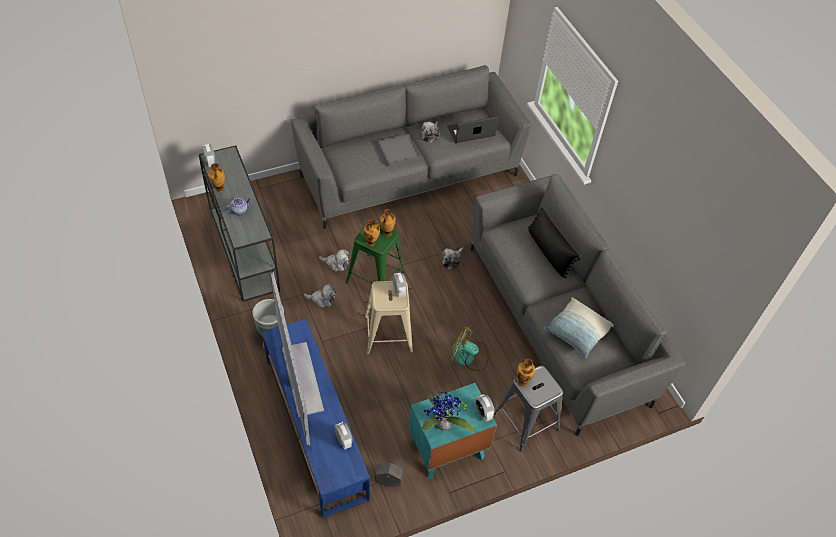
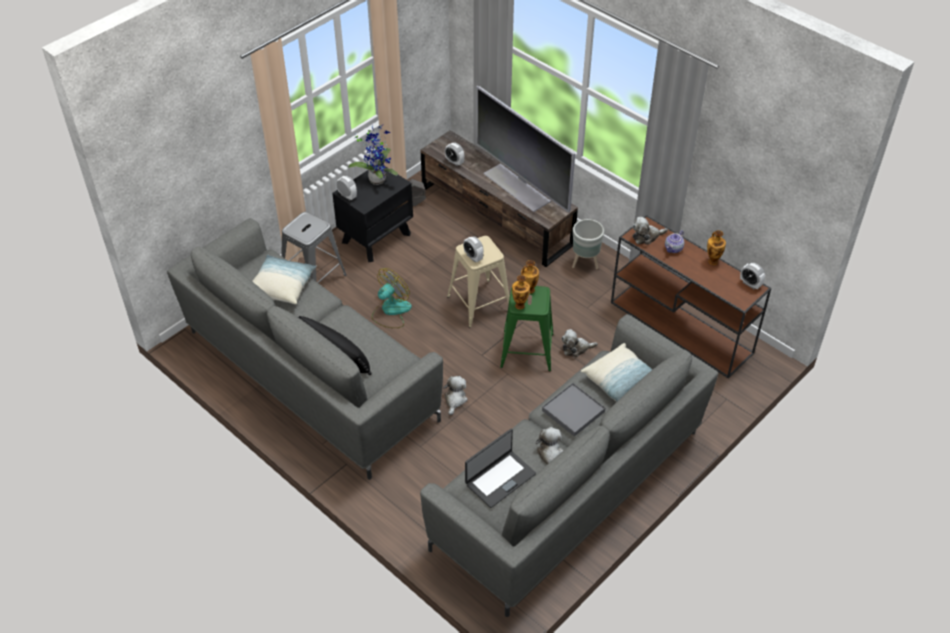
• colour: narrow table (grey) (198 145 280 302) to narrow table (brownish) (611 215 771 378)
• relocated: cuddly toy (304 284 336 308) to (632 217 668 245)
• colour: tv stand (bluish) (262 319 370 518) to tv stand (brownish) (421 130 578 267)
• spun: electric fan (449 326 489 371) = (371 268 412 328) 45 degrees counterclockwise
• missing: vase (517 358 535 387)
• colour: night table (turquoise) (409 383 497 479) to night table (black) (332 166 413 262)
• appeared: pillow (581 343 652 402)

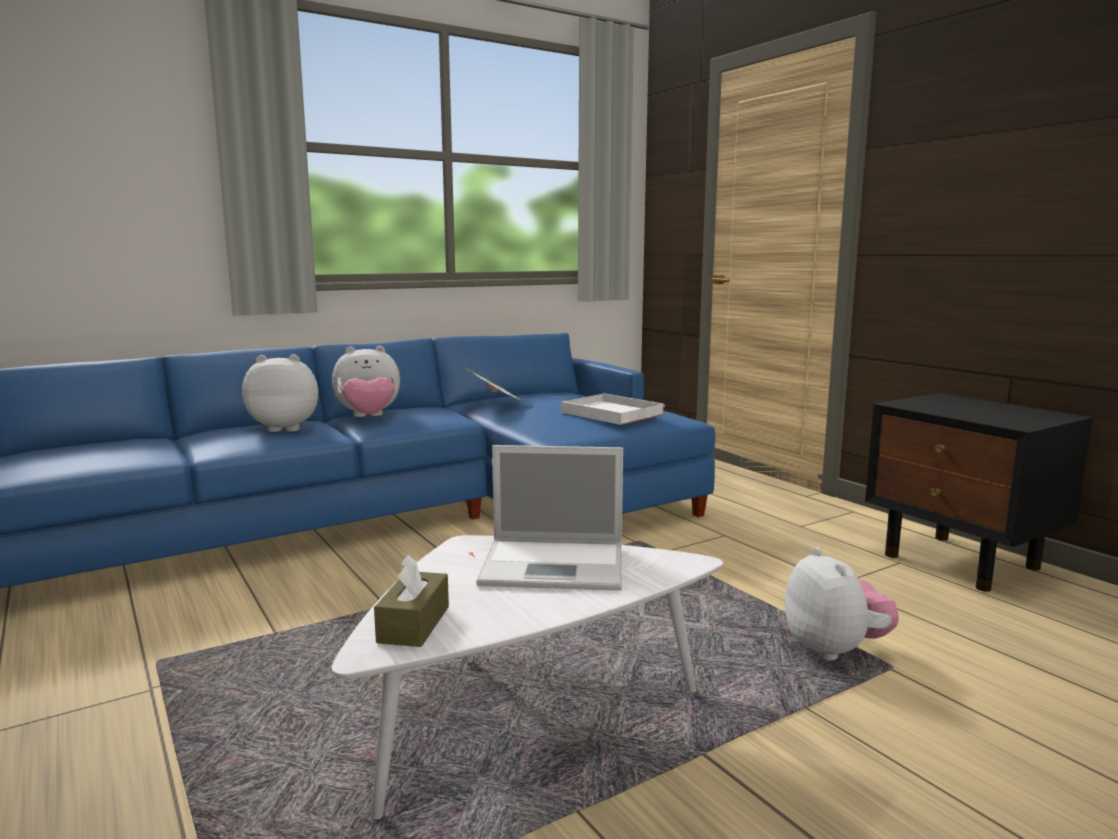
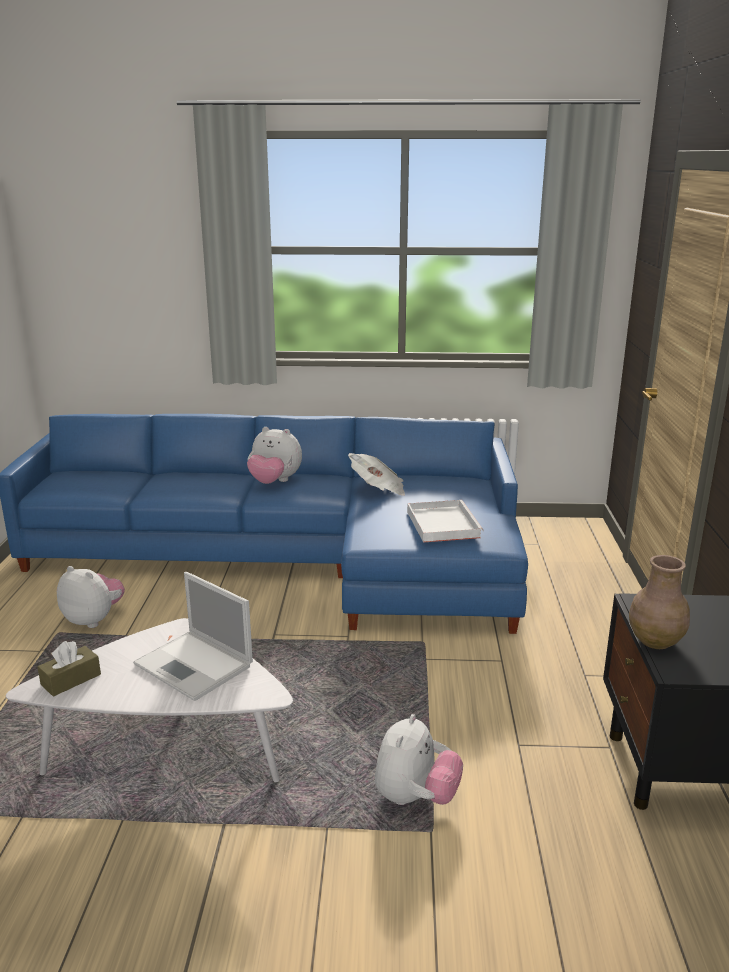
• relocated: cuddly toy (242 354 318 432) to (57 566 125 628)
• appeared: vase (brownish) (629 555 690 649)

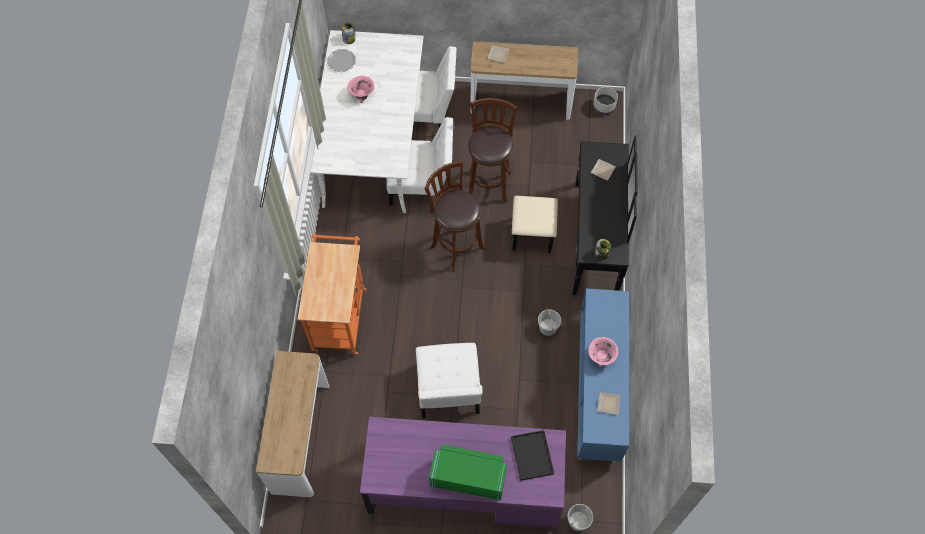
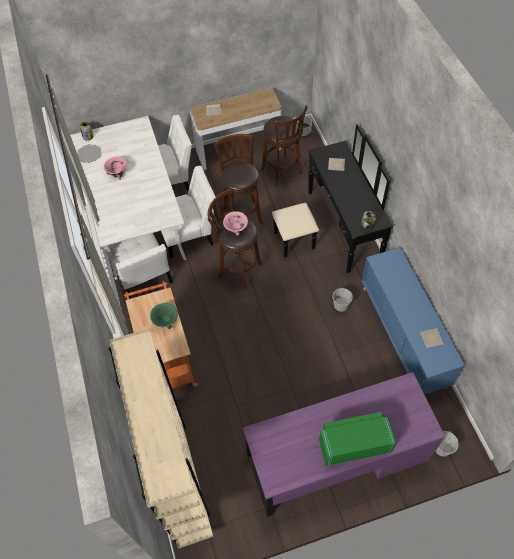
• relocated: deep dish (pink-coloured) (588 337 618 367) to (223 211 248 236)
• relocated: plain chair (white) (416 343 482 418) to (108 233 173 299)
• exchanged: narrow table (256 351 329 497) to shelving unit (beige) (108 328 214 549)
• missing: tray (black) (511 430 554 481)
• appeared: stool seat (brownish) (261 105 308 188)
• appeared: deep dish (green-coloured) (150 303 178 329)

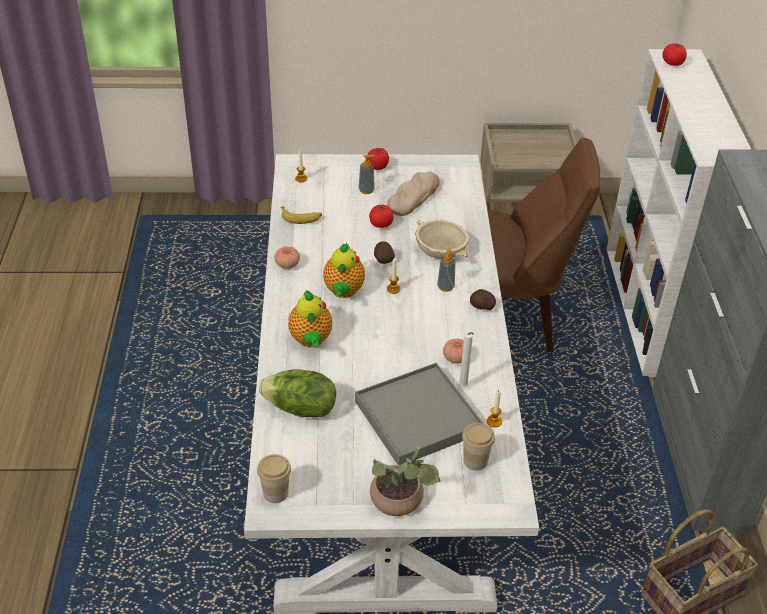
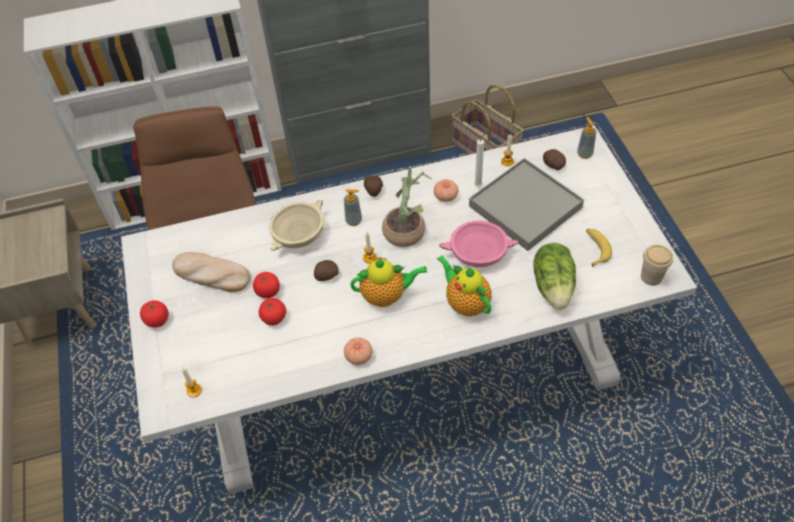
• relocated: whole tomato (663 43 687 66) to (259 298 286 326)
• relocated: soap dispenser (359 155 375 194) to (577 117 596 159)
• relocated: whole banana (281 206 322 224) to (586 229 612 267)
• spun: teapot (288 289 332 347) = (437 255 491 316) 105 degrees counterclockwise
• exchanged: small cup (462 423 495 471) to potato (543 149 566 170)
• relocated: houseplant (370 446 441 516) to (382 166 432 247)
• appeared: deep dish (pink-coloured) (439 221 519 267)

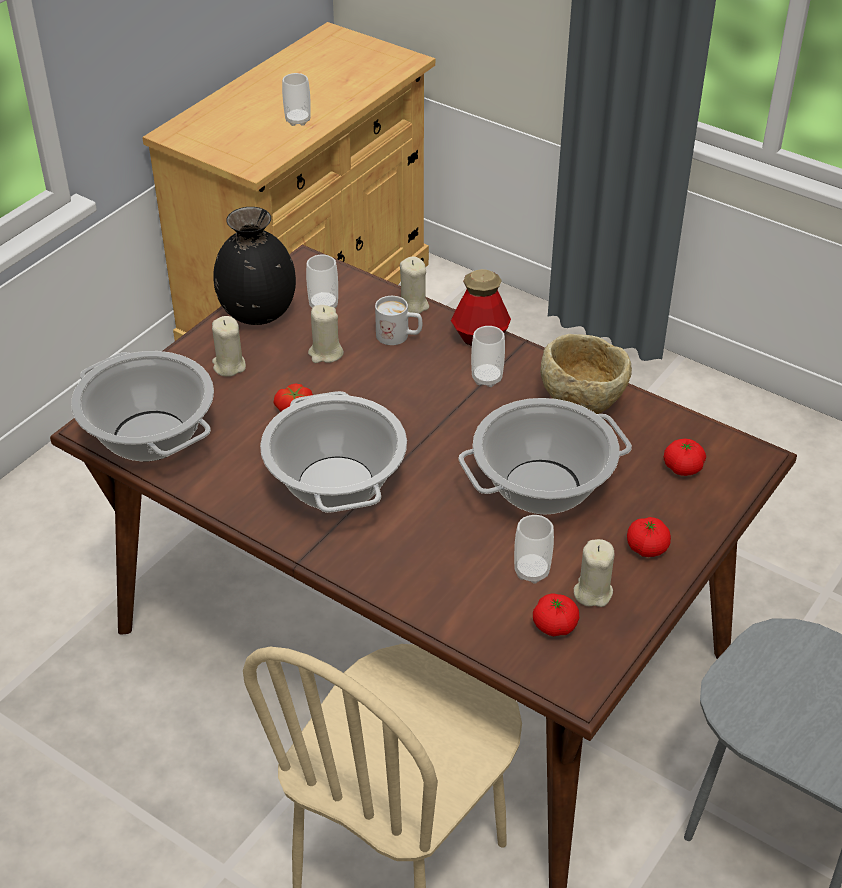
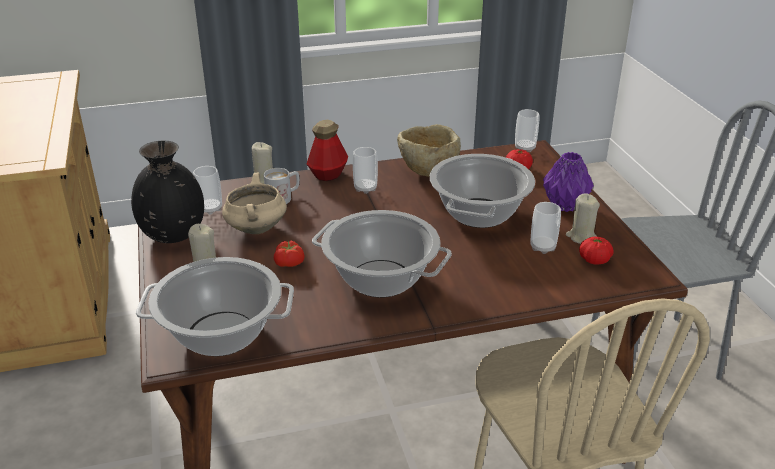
• relocated: small cup (282 73 311 126) to (515 109 539 152)
• exchanged: candle (beige) (308 305 344 363) to stockpot (beige) (222 173 287 234)
• exchanged: whole tomato (627 517 671 557) to vase (purple) (543 152 594 212)

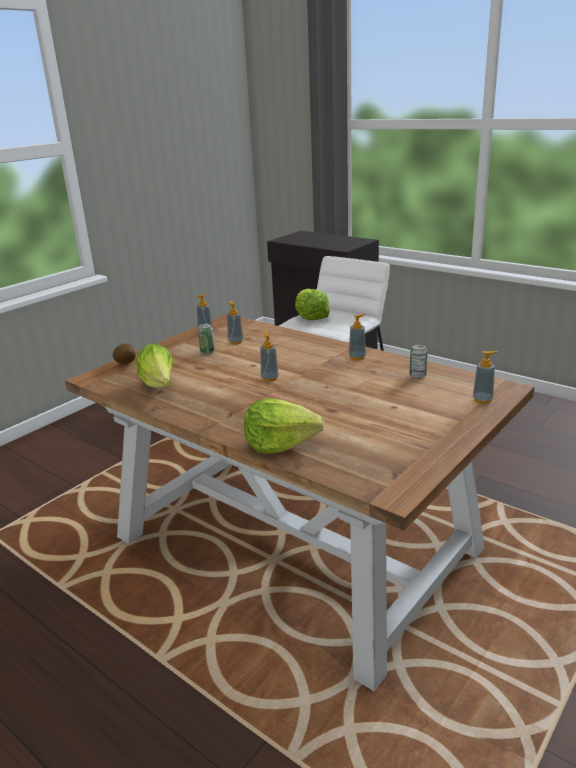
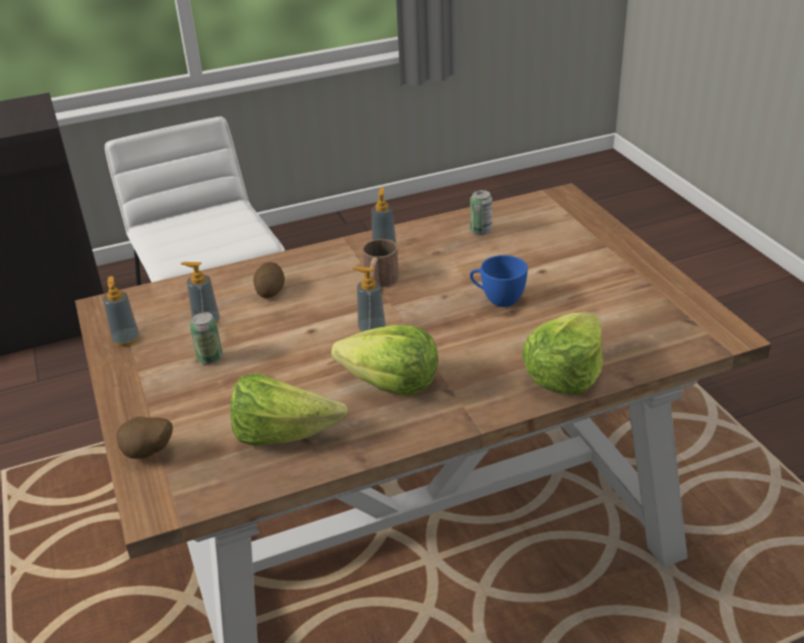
• relocated: lettuce (295 289 330 320) to (331 325 438 396)
• missing: soap dispenser (473 351 498 404)
• appeared: coffee mug (brownish) (362 239 399 287)
• appeared: small cup (bluish) (470 255 528 307)
• appeared: potato (253 262 285 298)

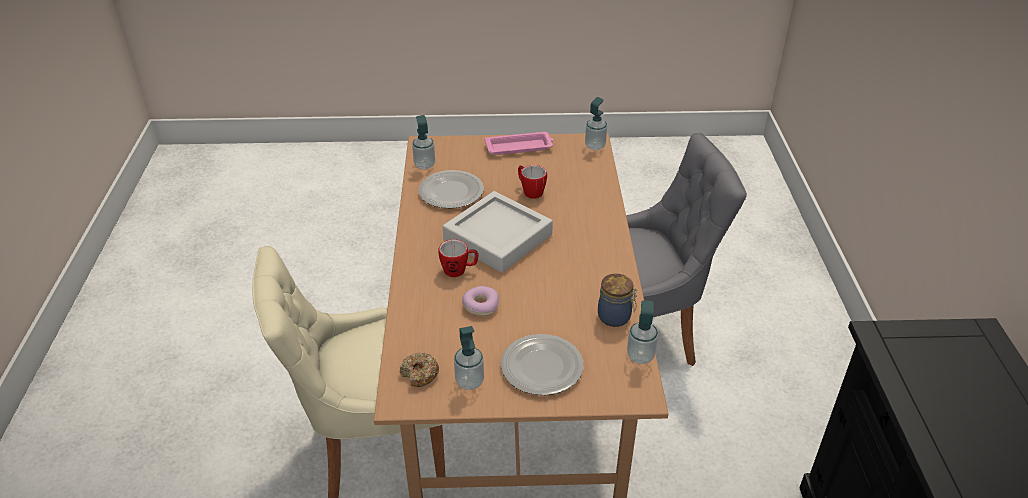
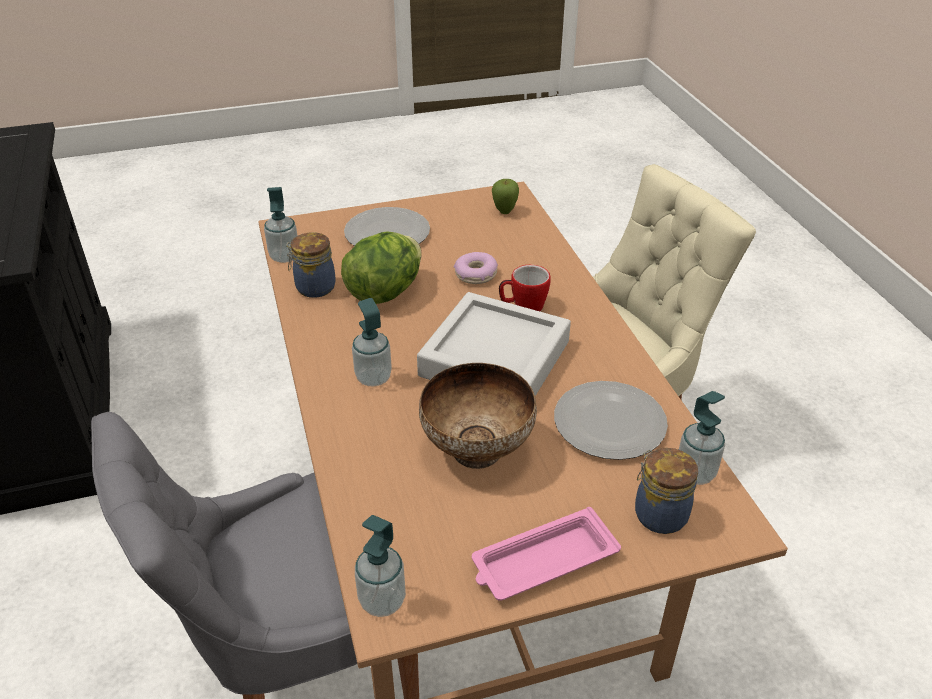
• exchanged: coffee mug (518 165 547 199) to deep dish (419 363 537 469)
• relocated: soap dispenser (454 326 484 390) to (352 298 392 386)
• exchanged: ring doughnut (400 353 439 387) to apple fruit (492 179 519 214)
• appeared: lettuce (341 231 422 304)
• appeared: preserve jar (635 448 698 534)

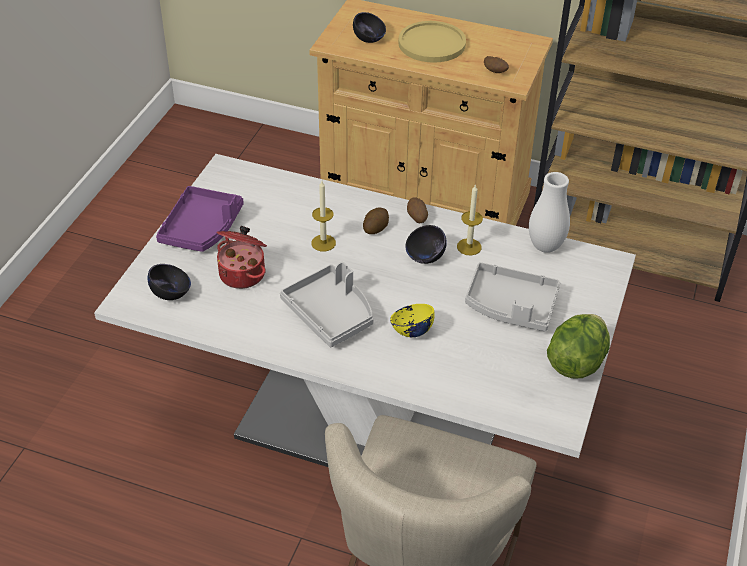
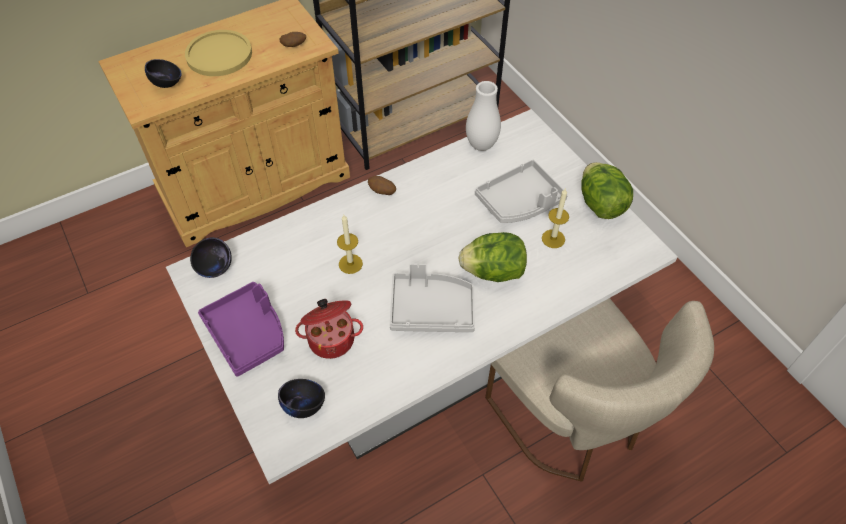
• relocated: candle (457 184 483 255) to (542 188 569 248)
• missing: potato (363 207 389 234)
• relocated: deep dish (black) (405 225 447 264) to (190 237 232 278)
• exchanged: deep dish (yellowish) (390 304 435 337) to lettuce (458 232 527 282)

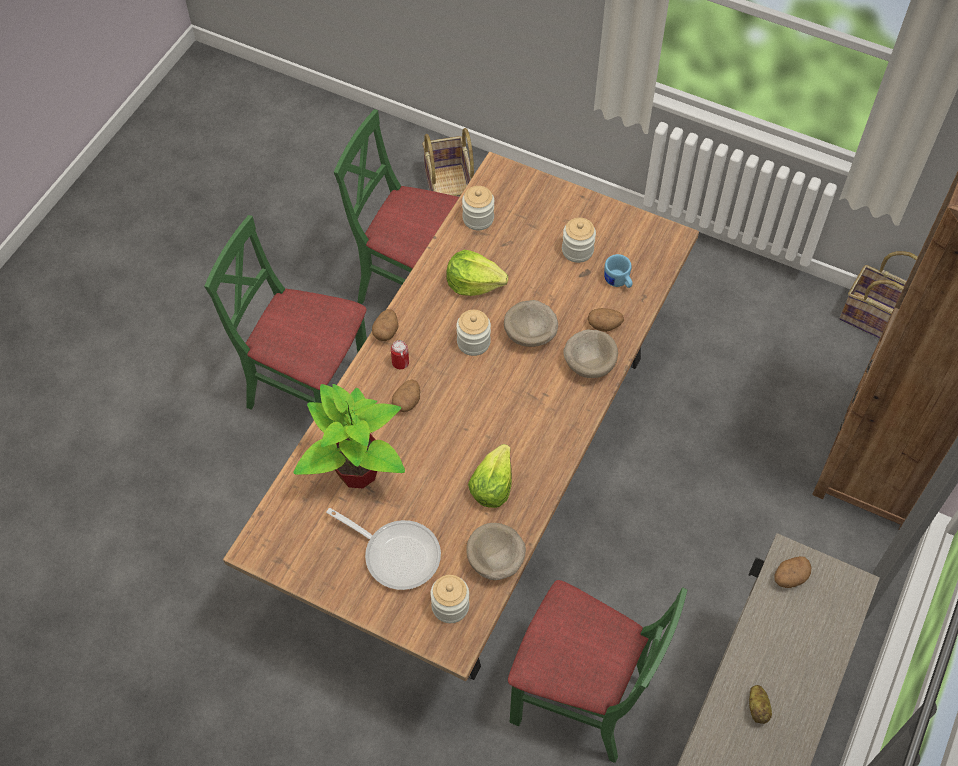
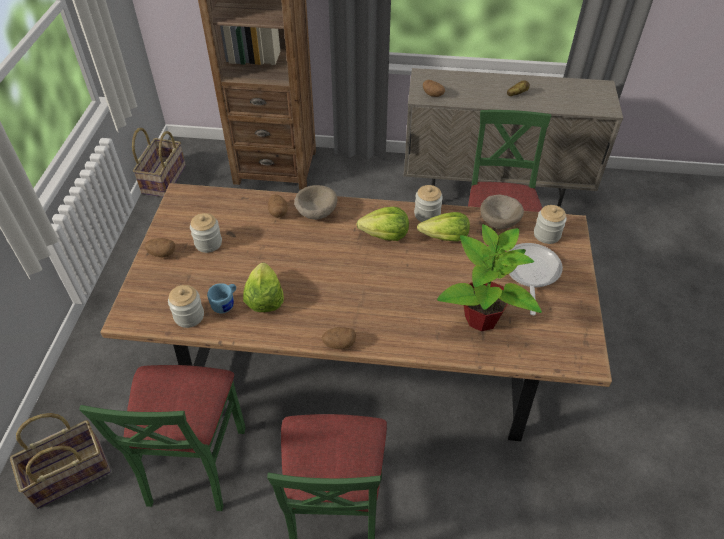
• relocated: coffee mug (bluish) (604 254 633 288) to (207 283 236 313)
• missing: deep dish (beige) (504 300 558 347)
• relocated: preserve jar (456 310 491 356) to (414 185 443 222)
• missing: can (391 340 409 369)
• relocated: potato (392 379 420 412) to (145 238 175 257)
• appeared: lettuce (356 207 409 241)

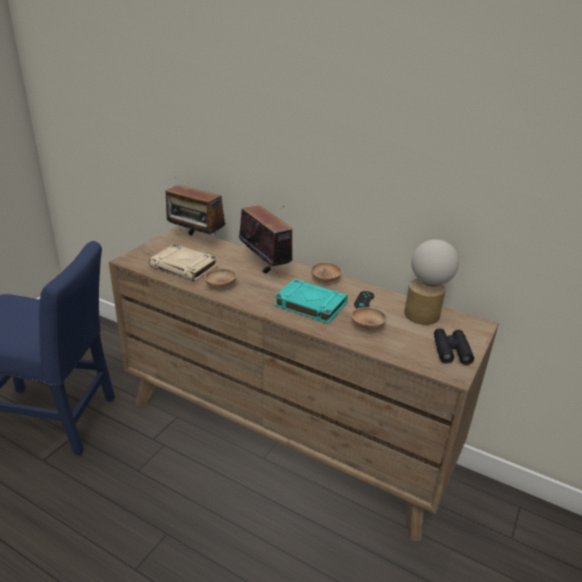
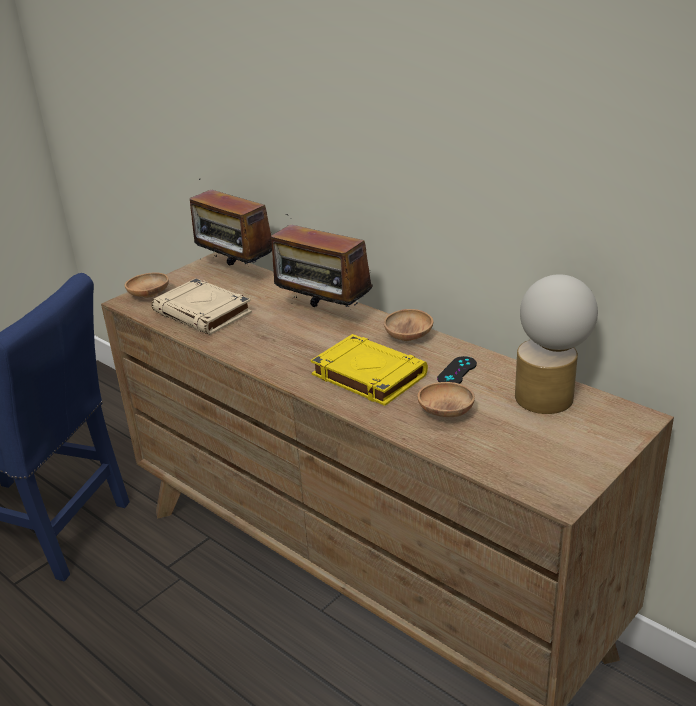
• spun: radio (239 206 293 277) = (271 214 373 307) 150 degrees clockwise
• relocated: deep dish (brownish) (204 269 237 288) to (125 272 169 298)
• colour: bound book (turquoise) (274 279 348 324) to bound book (yellowish) (311 334 428 406)
• missing: field glasses (black) (434 328 474 365)

